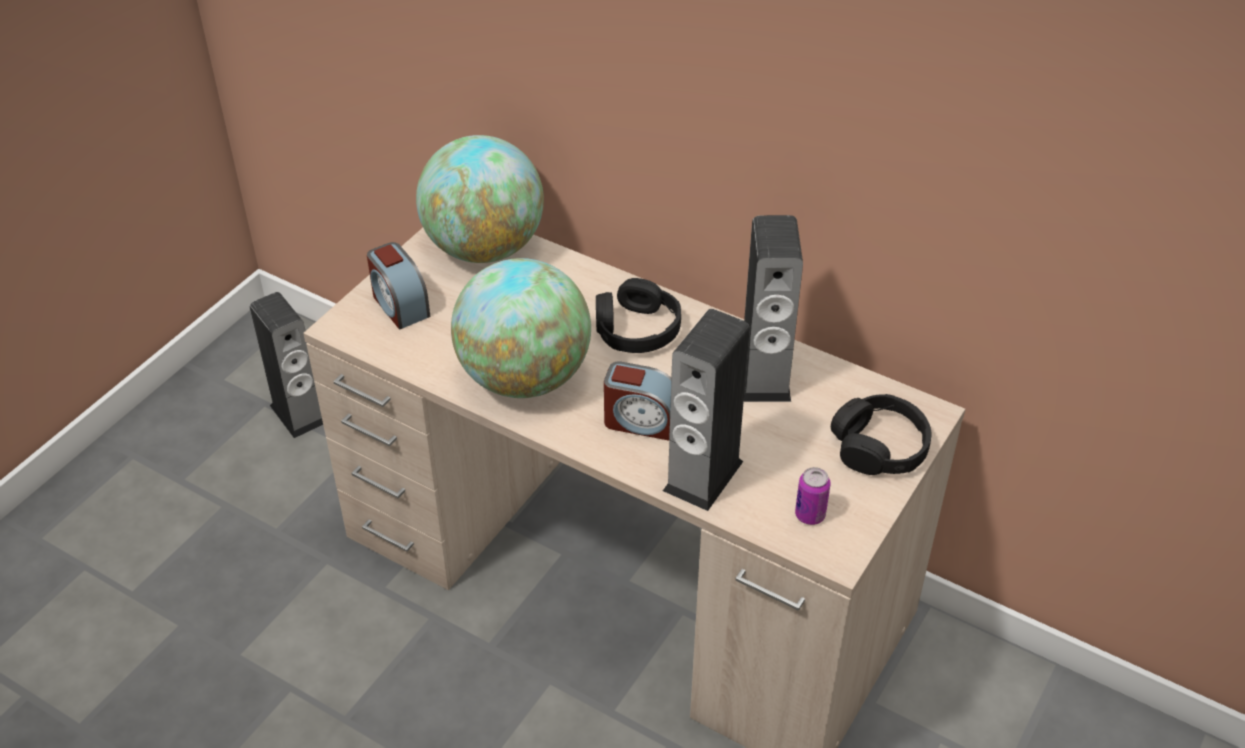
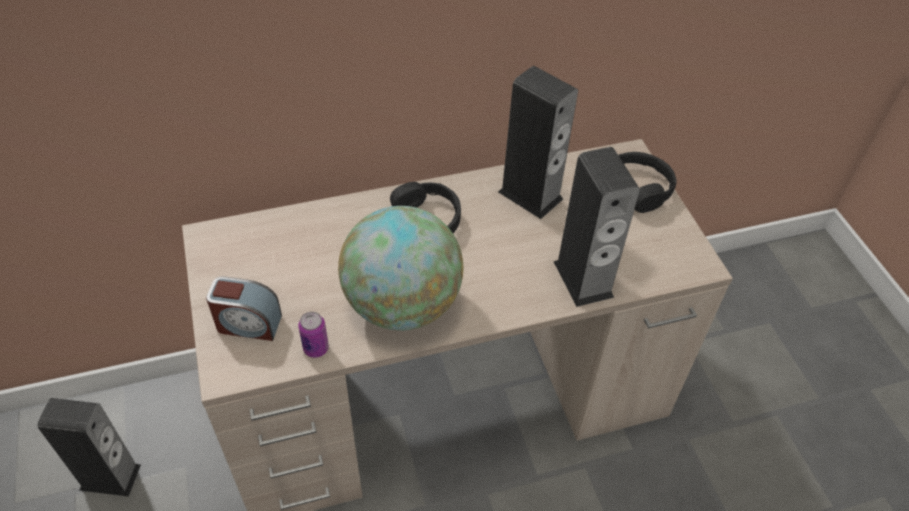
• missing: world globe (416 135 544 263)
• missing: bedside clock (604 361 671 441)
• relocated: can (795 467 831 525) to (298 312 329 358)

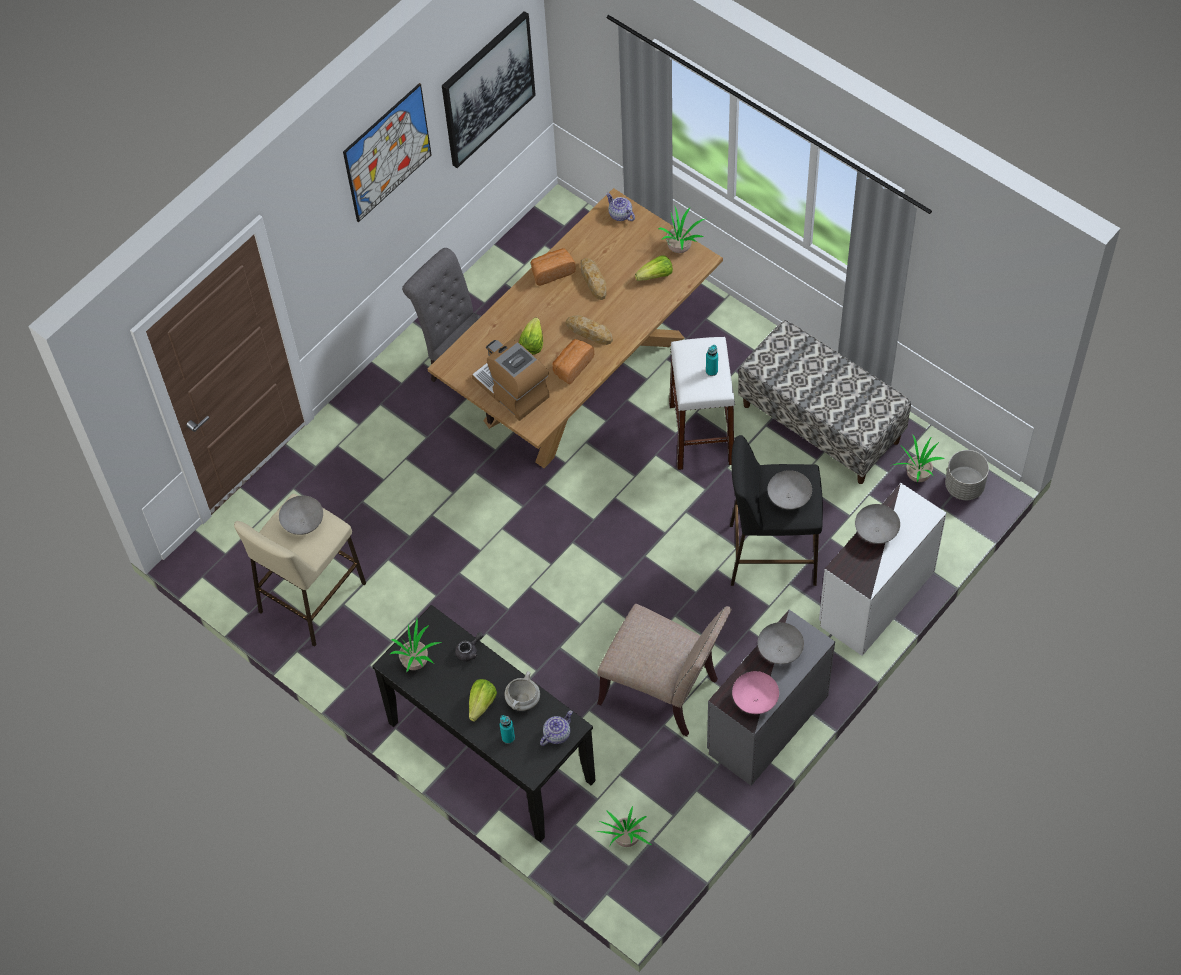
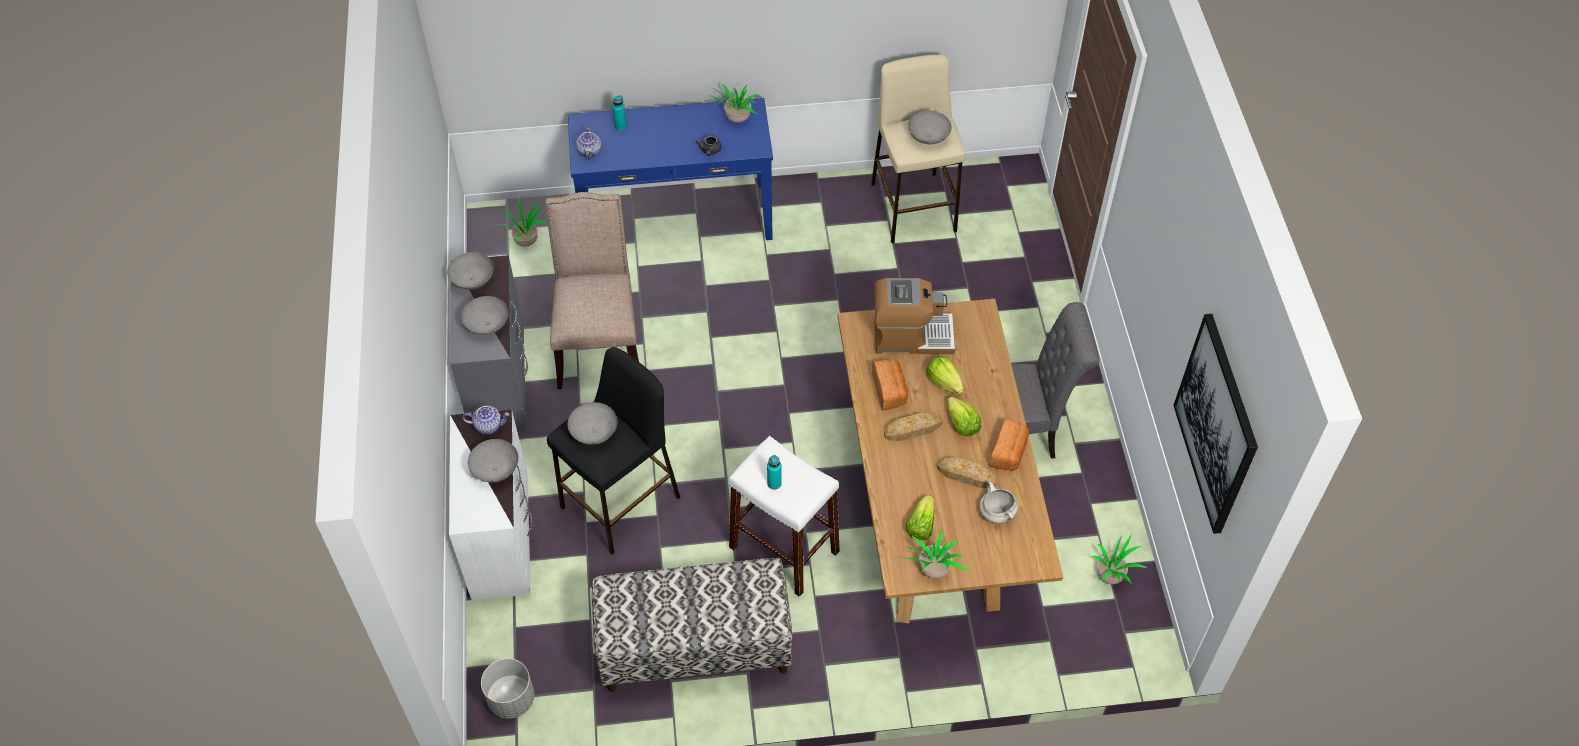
• missing: wall picture (343 83 432 222)
• relocated: teapot (606 193 635 221) to (462 406 509 434)
• relocated: houseplant (893 434 945 482) to (1091 535 1147 584)
• spun: plain chair (beige) (597 604 732 737) = (545 192 639 389) 105 degrees clockwise
• colour: narrow table (black) (372 605 596 842) to narrow table (bluish) (568 98 773 240)
• relocated: stockpot (white) (504 671 540 711) to (979 482 1019 524)
• colour: deep dish (pink-coloured) (732 671 779 714) to deep dish (grey) (447 252 494 290)
• relocated: lettuce (469 679 497 722) to (947 397 981 436)

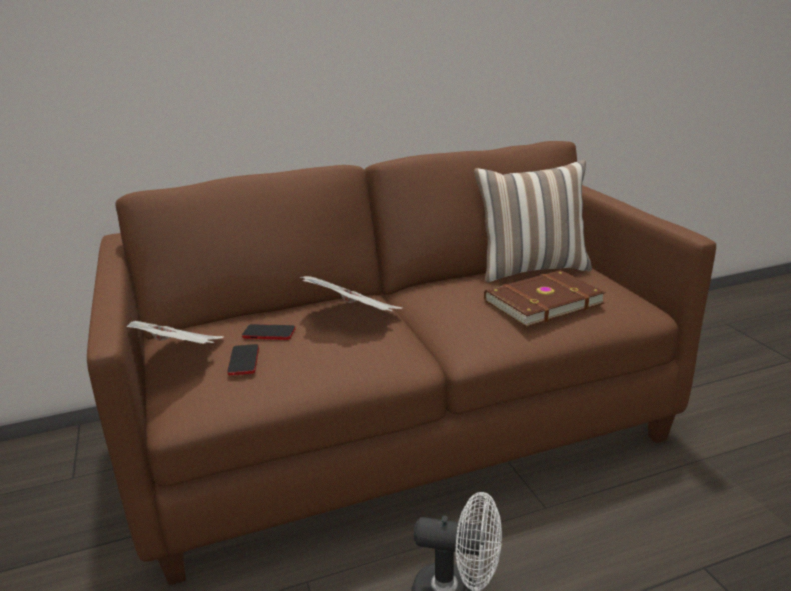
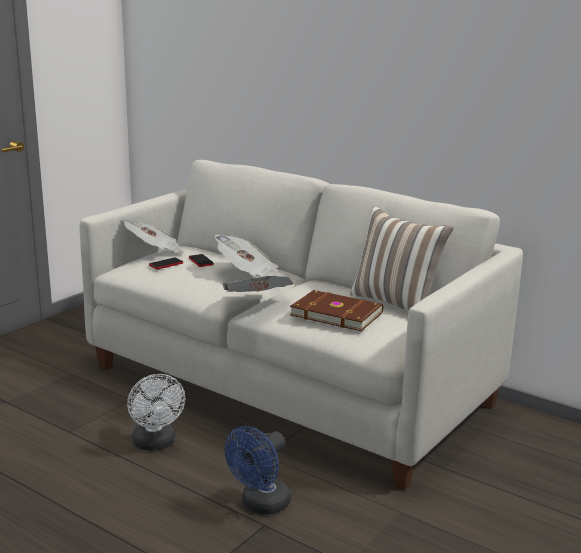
• colour: settee (brownish) (87 141 716 585) to settee (white) (80 160 523 490)
• appeared: newspaper (223 276 294 292)
• appeared: electric fan (bluish) (225 426 291 514)

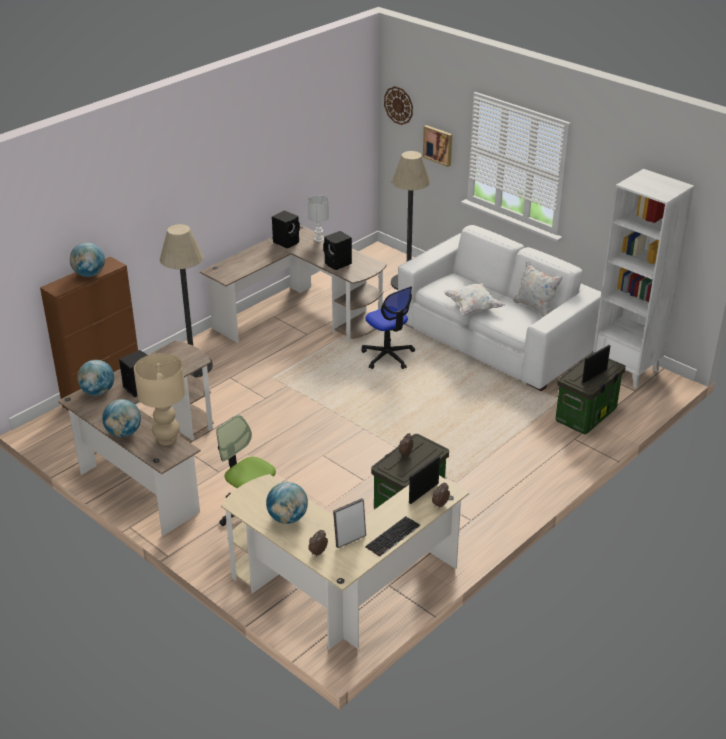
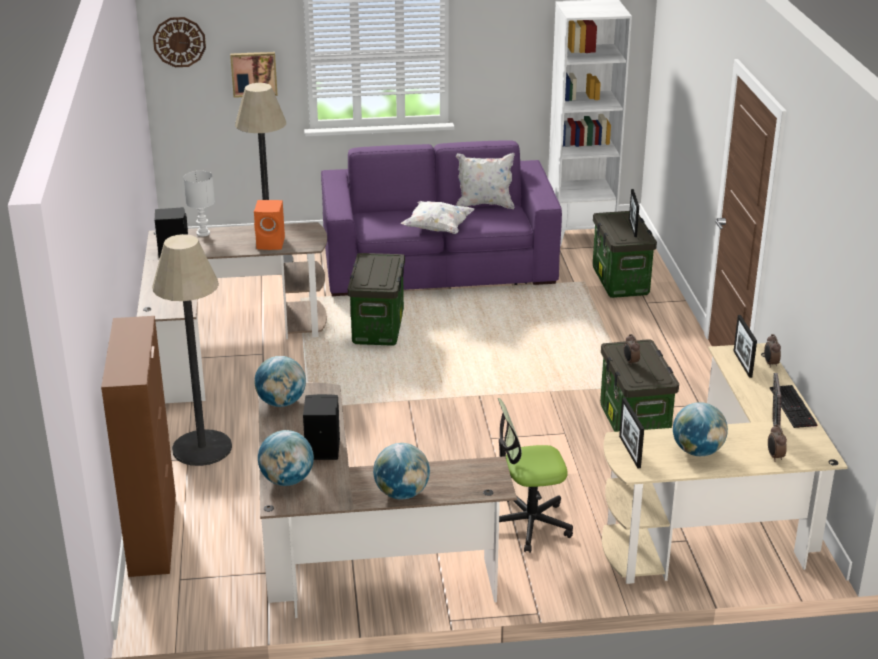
• colour: settee (white) (398 225 601 391) to settee (purple) (321 141 562 296)
• colour: audio speaker (black) (323 231 352 270) to audio speaker (orange-coloured) (254 200 285 250)
• relocated: world globe (70 242 105 277) to (254 356 306 407)
• exchanged: office chair (361 287 415 369) to storage bin (348 253 405 346)
• missing: lamp for a table (beige) (134 353 186 445)
• appeared: standing frame (619 398 644 468)

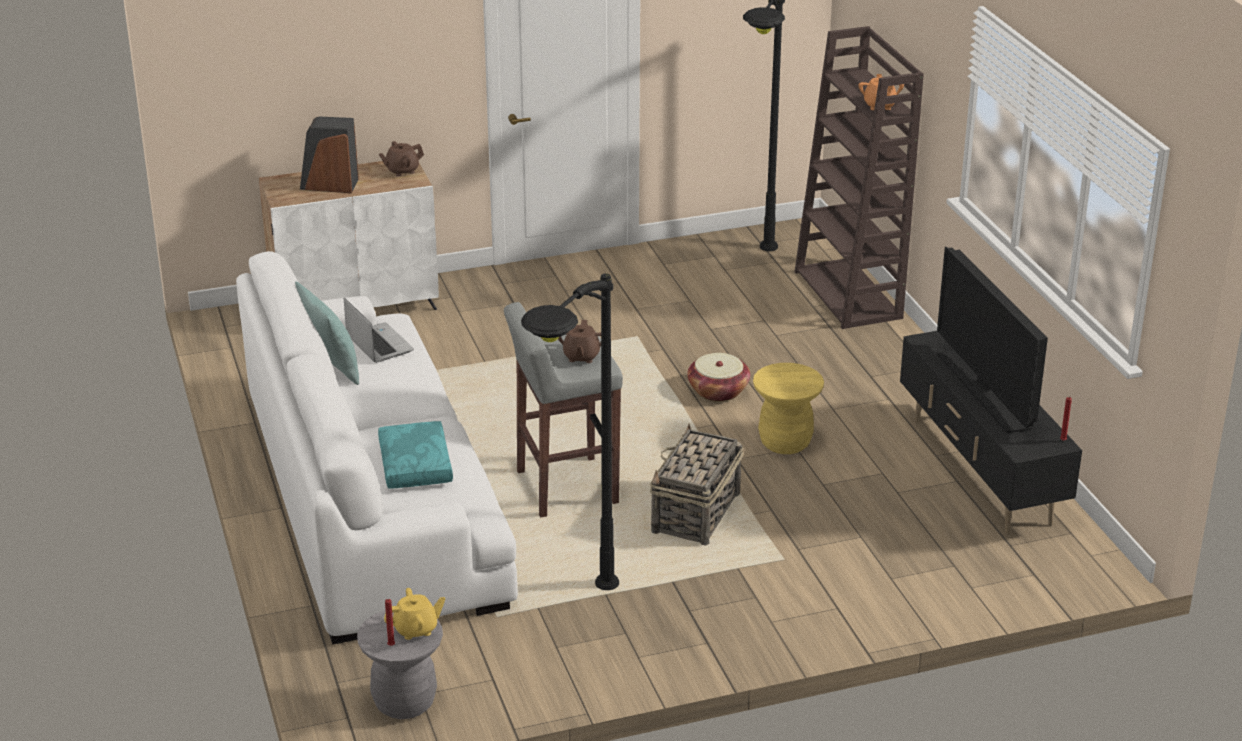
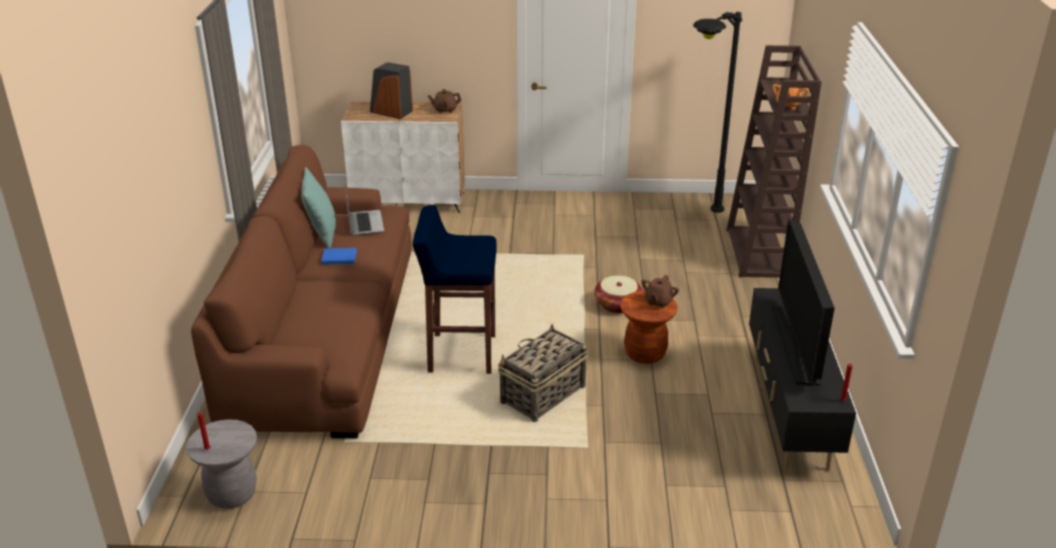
• colour: settee (white) (236 251 518 644) to settee (brownish) (191 145 412 438)
• missing: standing lamp (black) (521 273 619 590)
• colour: stool seat (grey) (504 302 623 517) to stool seat (bluish) (413 205 497 374)
• relocated: teapot (brownish) (558 320 601 363) to (641 275 679 308)
• colour: stool seat (yellowish) (753 363 824 454) to stool seat (brownish) (620 291 677 364)
• missing: pillow (turquoise) (378 421 453 488)
• missing: teapot (yellowish) (384 588 445 640)
• appeared: bound book (bluish) (321 248 357 264)

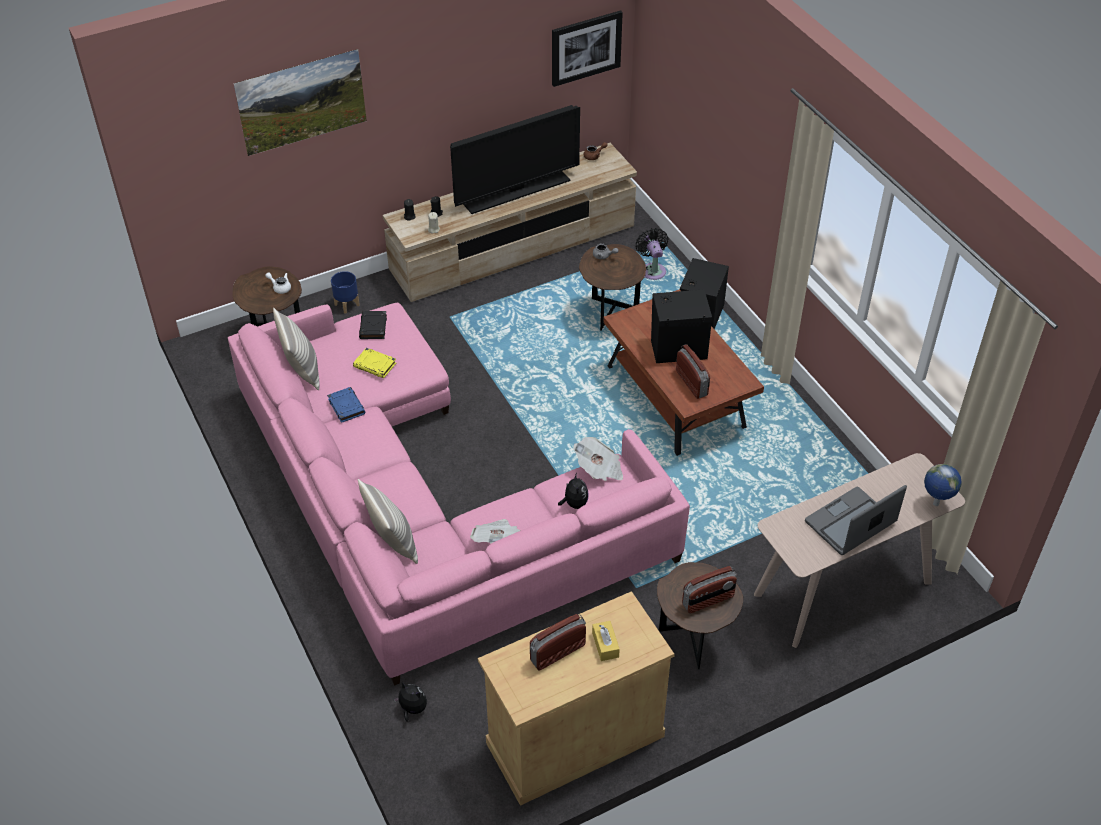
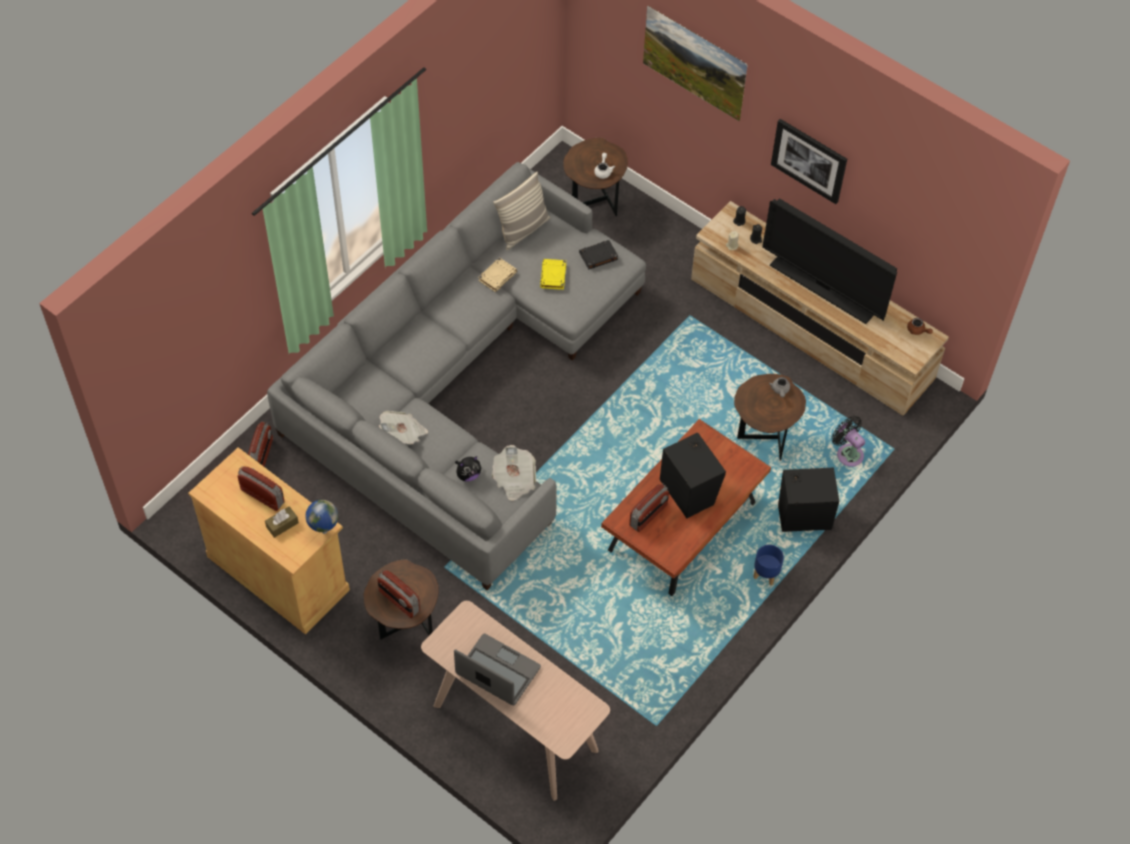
• relocated: wall picture (552 10 623 87) to (771 119 847 204)
• spun: electric fan (black) (635 228 668 280) = (832 416 865 467) 90 degrees counterclockwise
• relocated: planter (bluish) (331 271 360 313) to (753 545 784 586)
• colour: settee (pink-coloured) (228 303 690 686) to settee (grey) (267 162 646 590)
• colour: bound book (bluish) (327 387 365 423) to bound book (beige) (478 257 517 292)
• relocated: world globe (924 464 962 506) to (305 500 338 534)
• missing: pillow (358 479 418 564)
• colour: box of tissues (yellowish) (592 621 620 661) to box of tissues (brownish) (265 506 299 538)
• exchanged: cuddly toy (393 681 427 722) to radio (248 421 273 467)

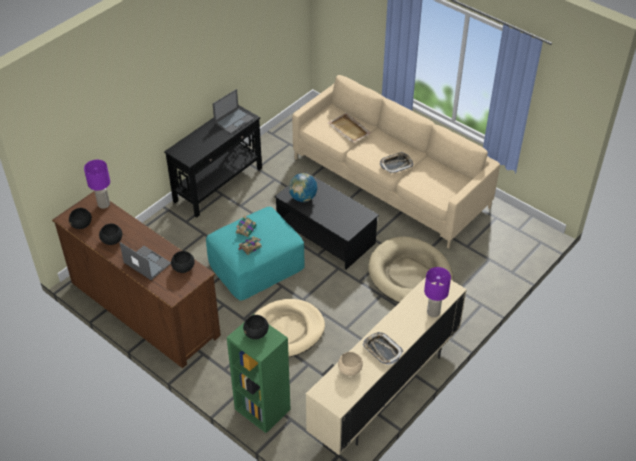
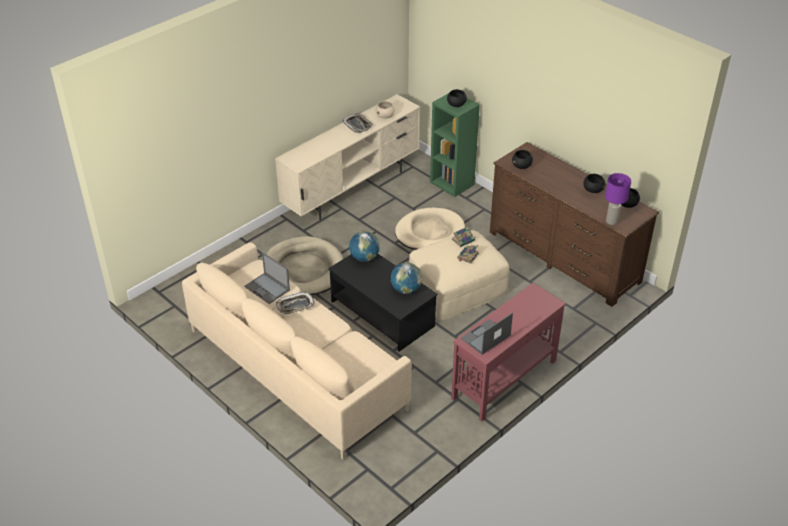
• colour: narrow table (black) (164 105 262 218) to narrow table (red-coloured) (451 283 566 421)
• missing: tray (beige) (328 113 372 143)
• colour: footrest (turquoise) (206 207 305 301) to footrest (beige) (409 230 509 321)
• relocated: notebook computer (120 242 171 280) to (244 252 290 304)
• missing: lamp for a table (purple) (424 267 451 317)
• appeared: world globe (349 231 380 262)

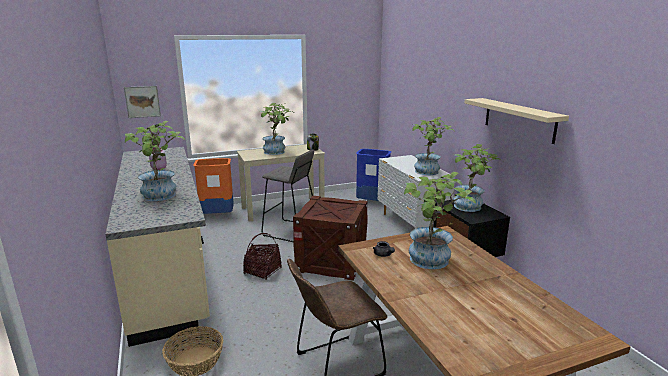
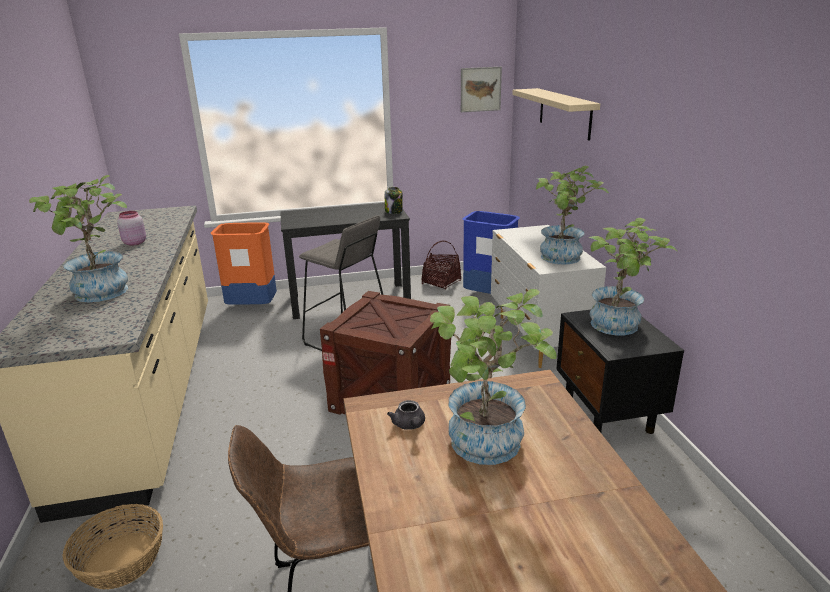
• relocated: wall picture (124 86 161 118) to (461 67 502 112)
• relocated: shelf (beige) (465 98 569 144) to (512 88 600 140)
• missing: houseplant (260 103 294 155)
• colour: desk table (beige) (237 144 325 222) to desk table (black) (280 203 411 319)
• relocated: basket (243 233 282 280) to (422 241 461 290)

